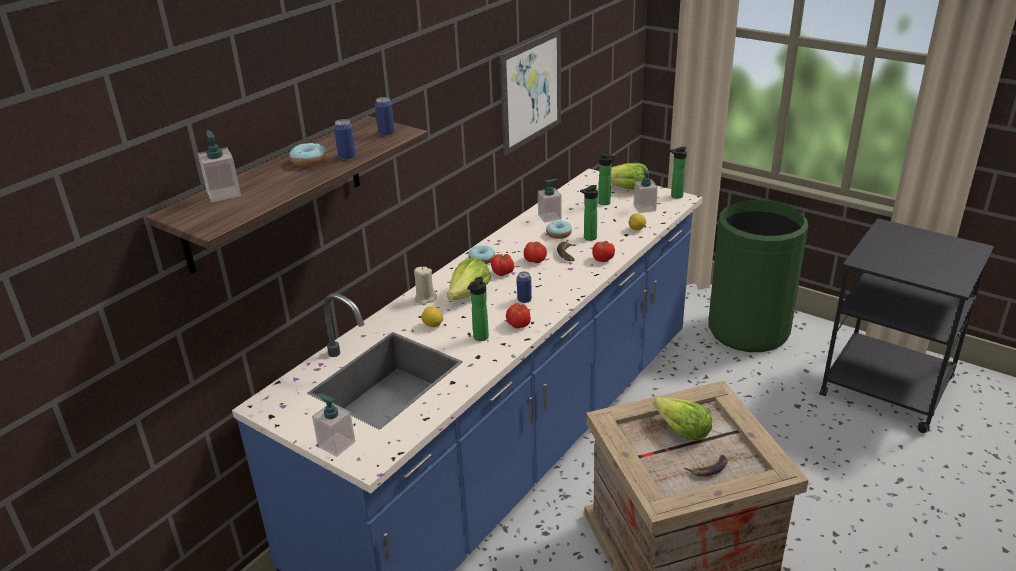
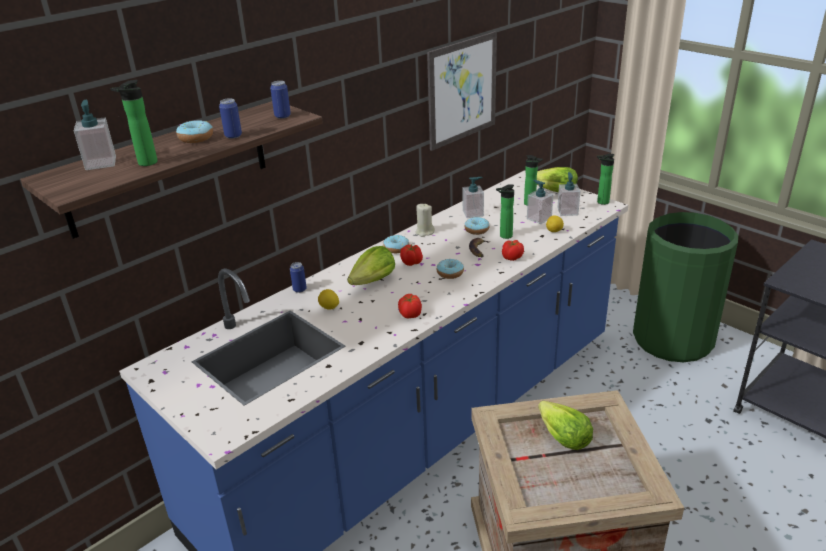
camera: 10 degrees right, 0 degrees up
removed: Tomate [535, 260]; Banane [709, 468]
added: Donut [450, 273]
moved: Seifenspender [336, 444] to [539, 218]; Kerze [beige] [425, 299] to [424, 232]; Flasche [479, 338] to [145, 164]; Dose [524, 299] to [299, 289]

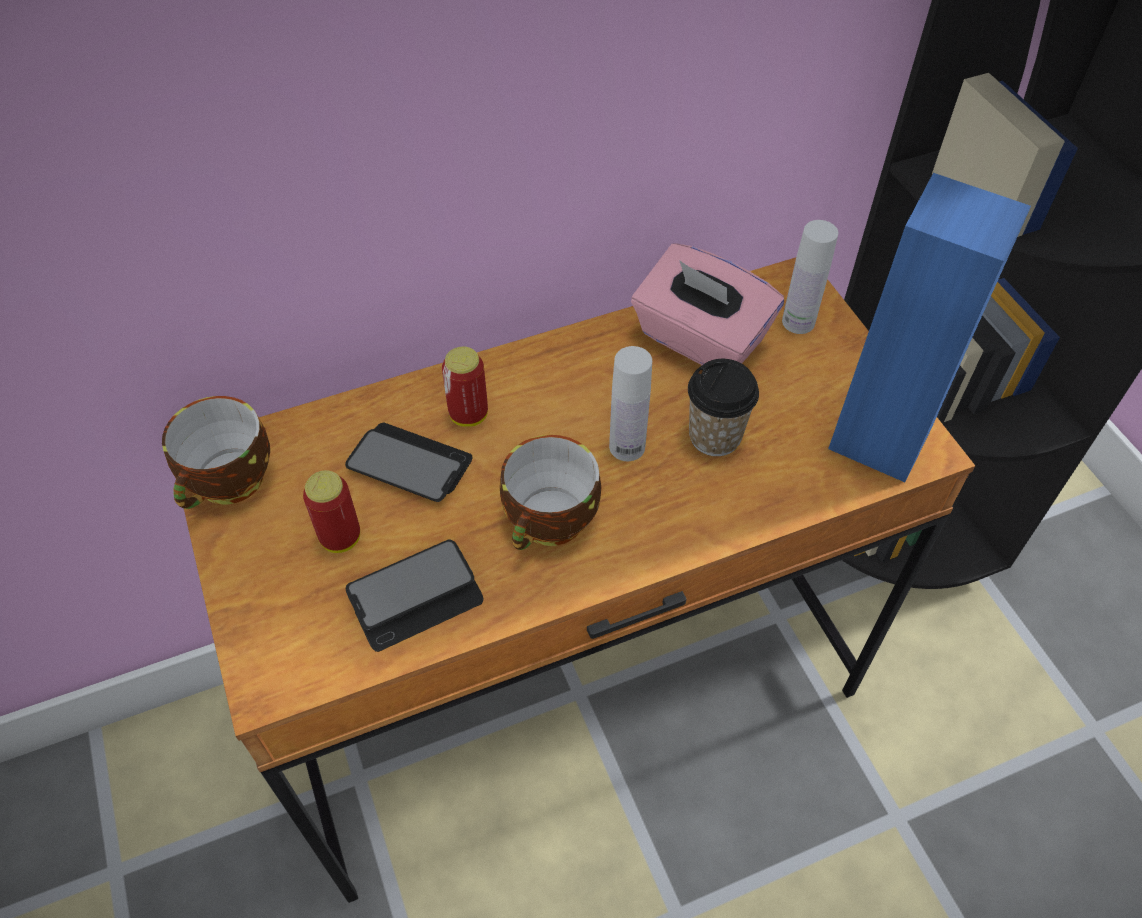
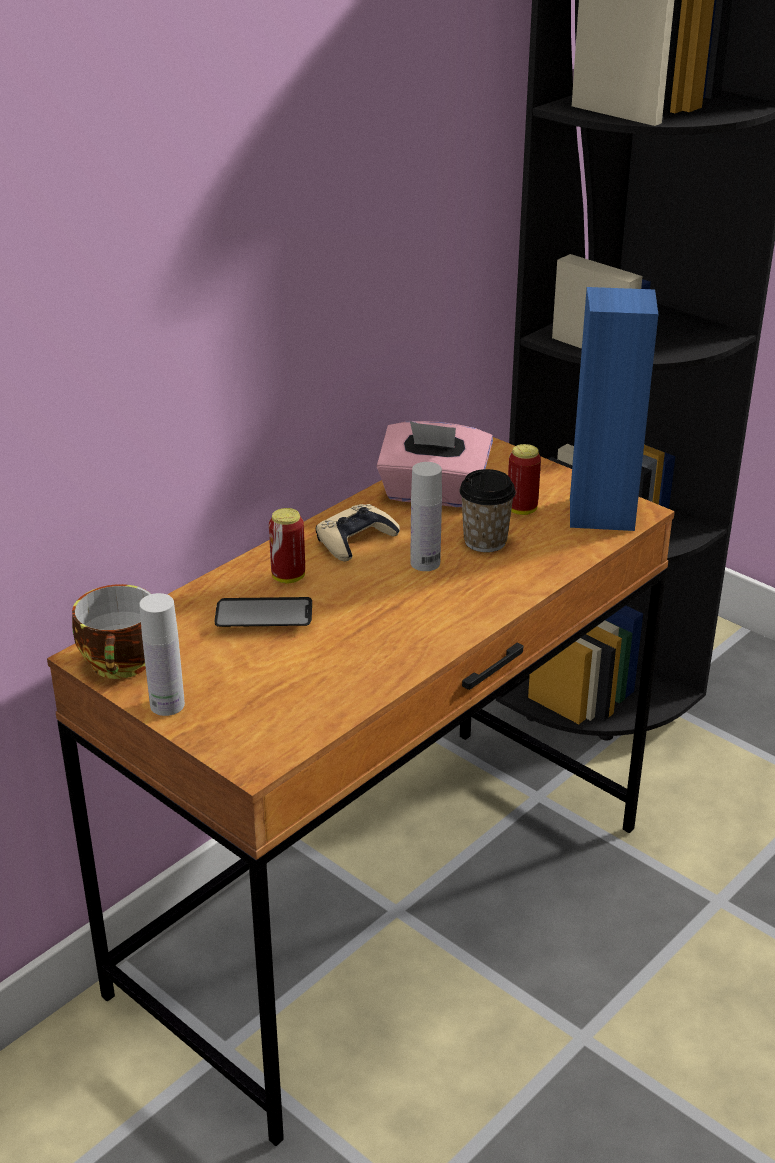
camera: 25 degrees left, 20 degrees down
removed: Handy [415, 596]; Tasse [551, 523]
added: Gamepad [beige] [355, 540]
moved: Dose [340, 537] to [521, 509]; Flasche [weiß] [798, 322] to [167, 705]

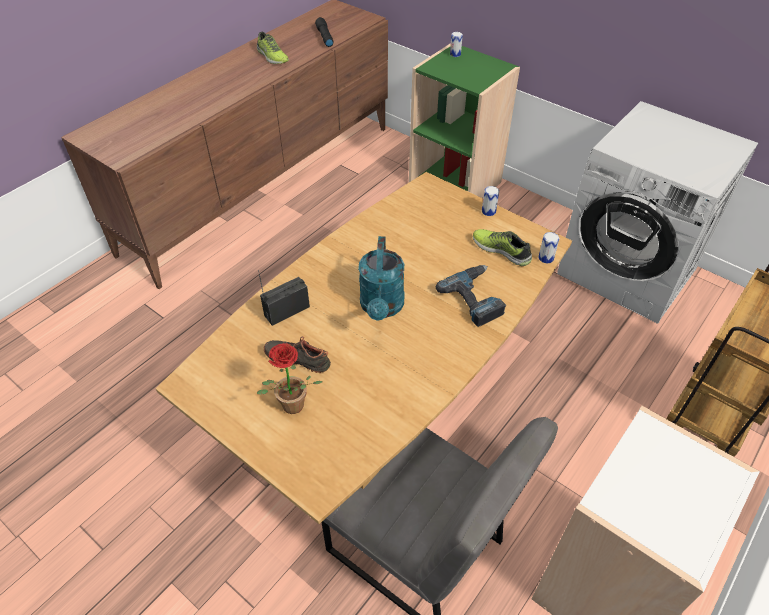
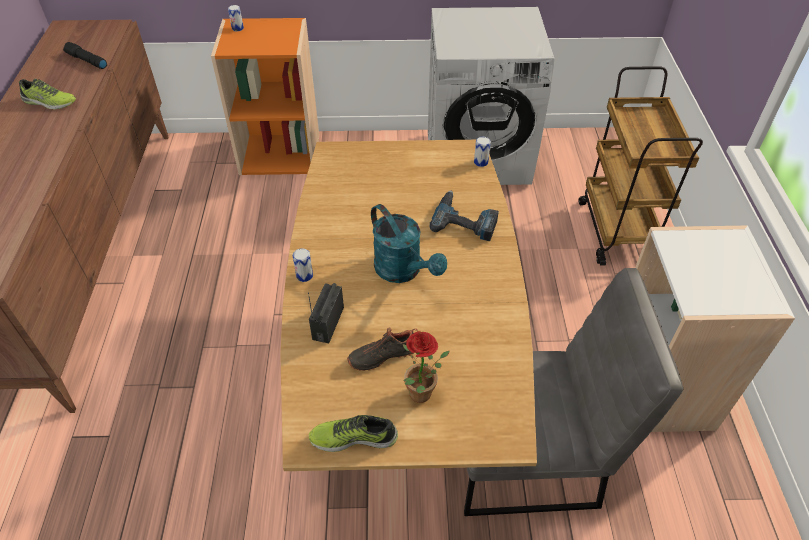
camera: 40 degrees left, 0 degrees up
moved: Schuh [501, 250] to [354, 437]; Dose [488, 211] to [304, 275]
recoloured: Bücherregal [grün] [456, 182] to Bücherregal [orange] [281, 153]

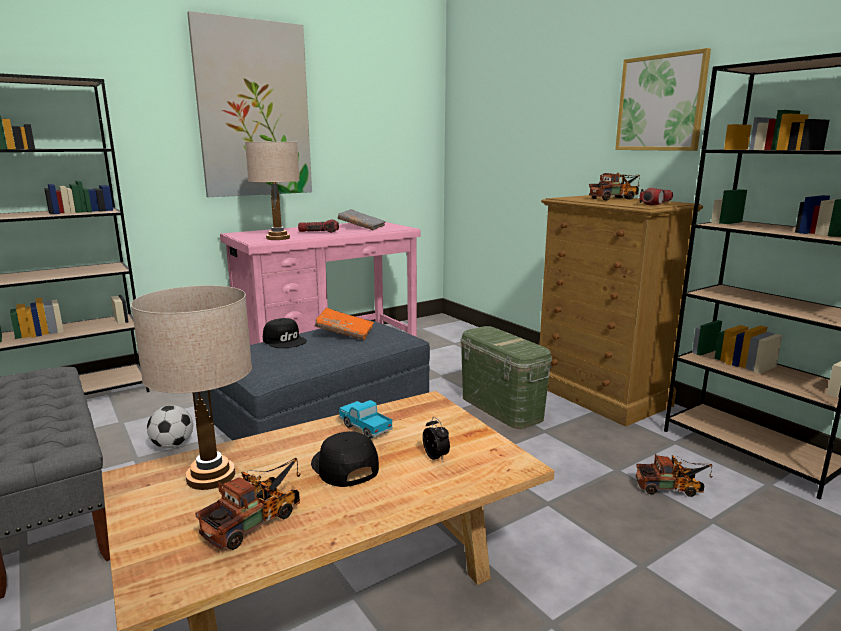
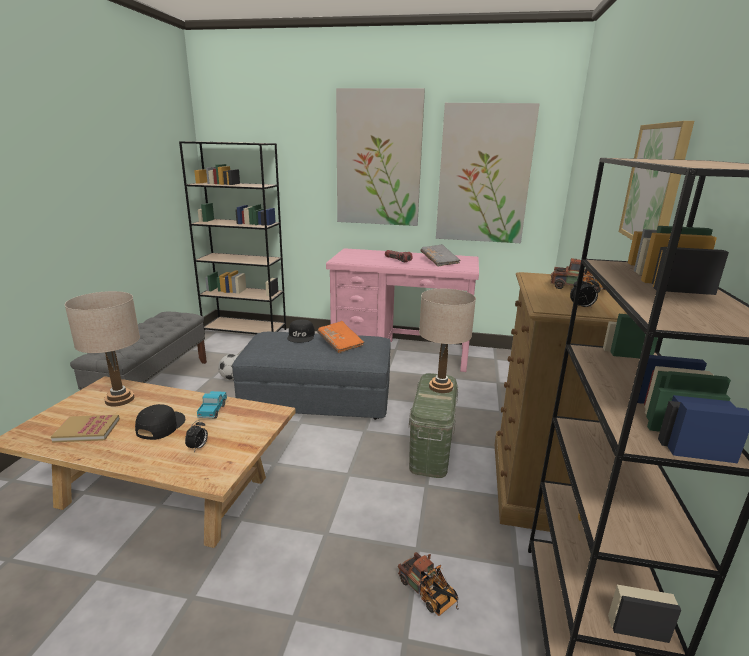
camera: 45 degrees right, 5 degrees up
added: Bild [484, 175]
moved: Tischlampe [beige] [278, 238] to [441, 387]
replaced: Spielzeuglaster [258, 520] to Buch [87, 430]; Taschenlampe [656, 204] to Wecker [581, 307]

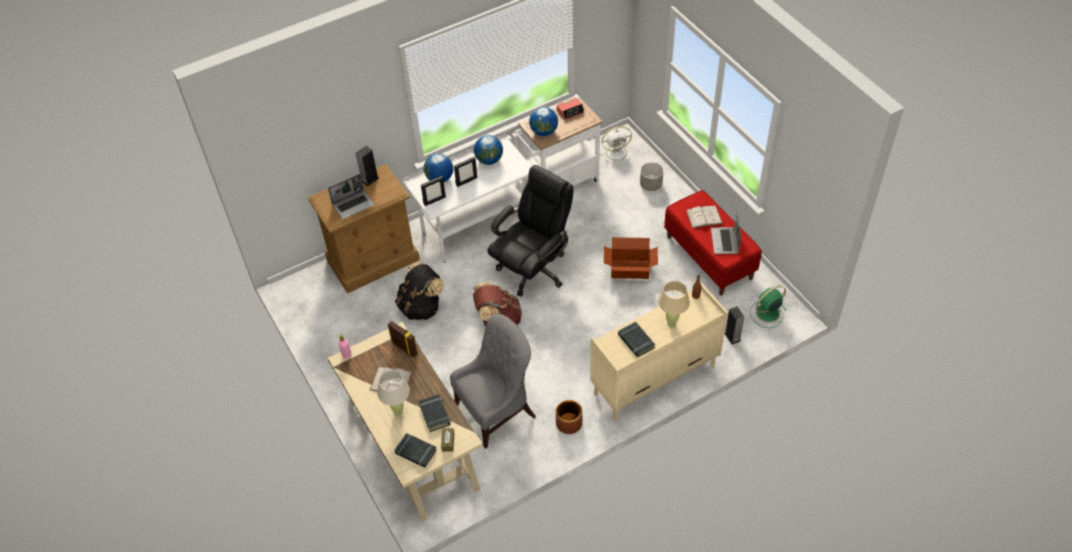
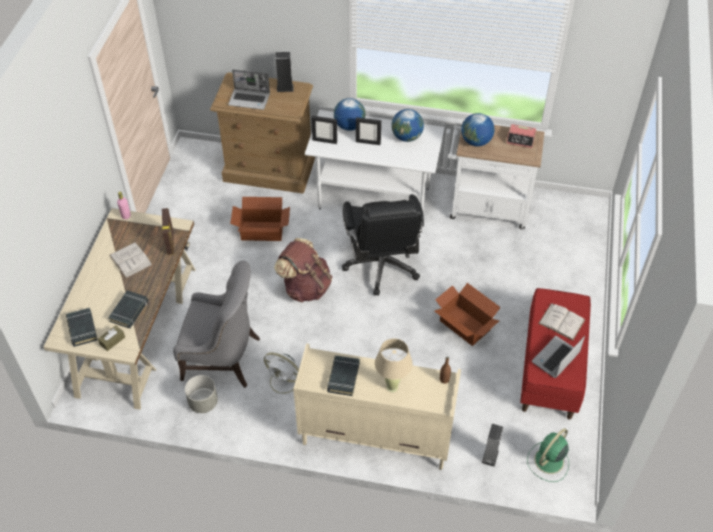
camera: 40 degrees right, 0 degrees up
removed: Tischlampe [beige] [398, 412]; Pflanzkübel [braun] [569, 423]
moved: Ventilator [weiß] [617, 152] to [285, 382]; Pflanzkübel [grau] [651, 185] to [203, 403]
replaced: Rucksack [schwarz] [421, 307] to Karton [262, 231]
turned: Bürostuhl [schwarz] [533, 269] = [382, 265] 90 degrees clockwise; Ventilator [grün] [766, 313] = [548, 461] 60 degrees counterclockwise

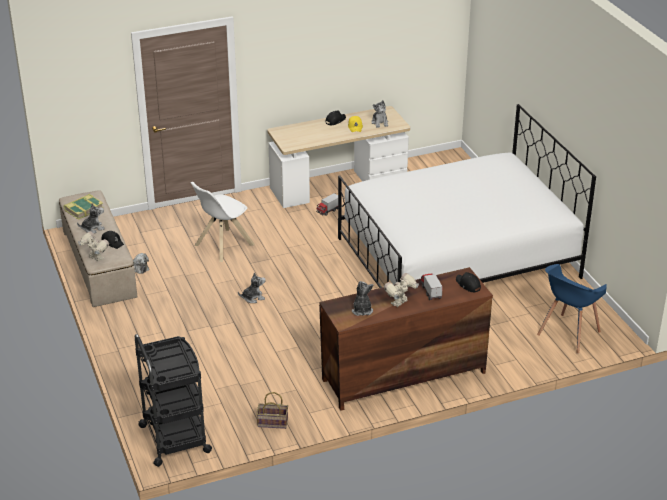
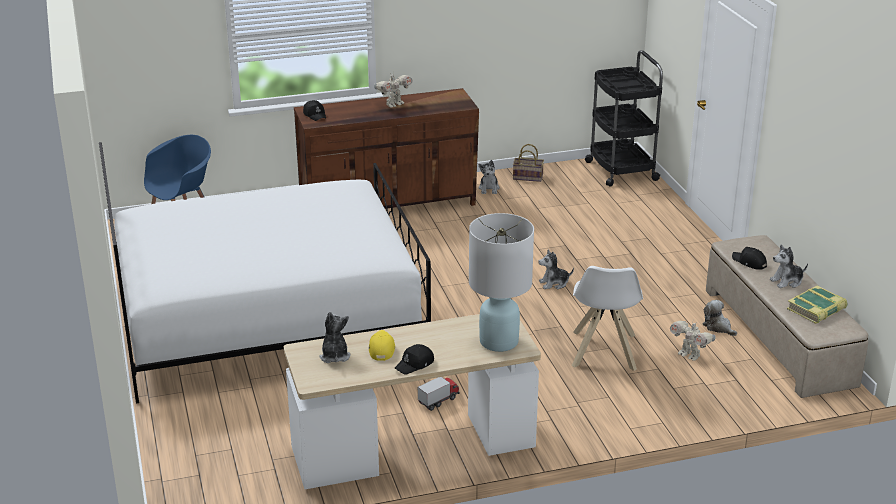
camera: 175 degrees left, 5 degrees down
removed: Spielzeuglaster [431, 292]
added: Tischlampe [weiß] [498, 341]
moved: Spielzeugroboter [95, 258] to [689, 355]; Plüschtier [362, 310] to [489, 189]
turned: Stuhl [weiß] [222, 246] = [603, 352] 135 degrees clockwise

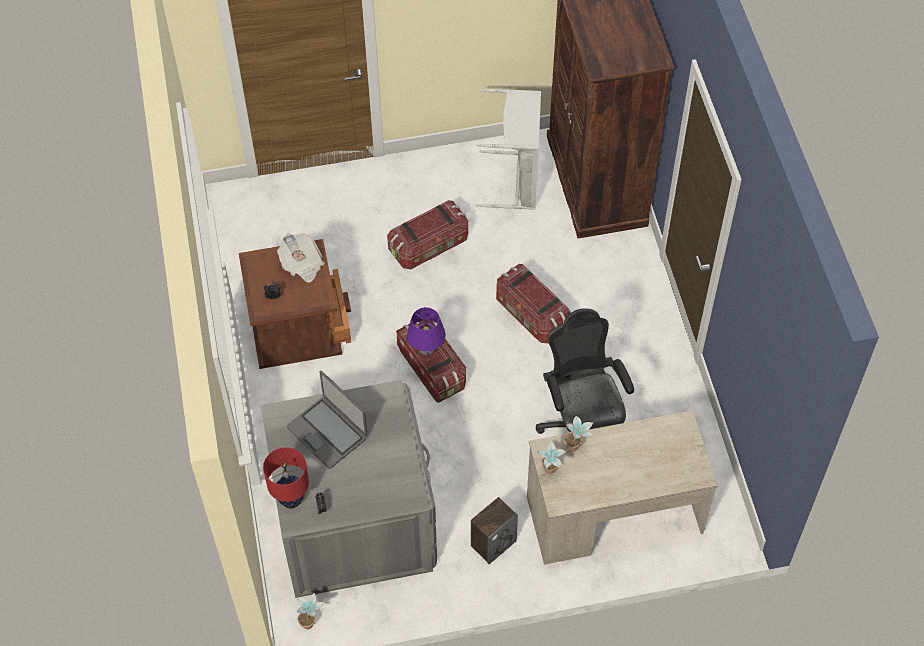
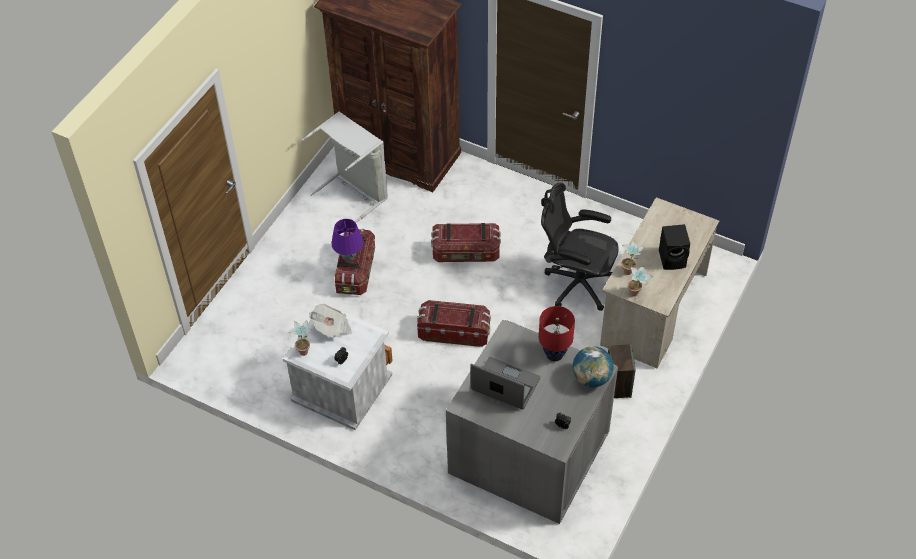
camera: 50 degrees left, 5 degrees down
added: Globus [591, 378]; Lautsprecher [schwarz] [673, 259]
moved: Tischlampe [rot] [291, 499] to [554, 354]; Topfpflanze [311, 622] to [304, 349]; Tischlampe [lila] [426, 350] to [349, 258]
recoloured: Nachttisch [braun] [300, 325] to Nachttisch [weiß] [343, 383]
turned: Laptop [328, 432] = [505, 385] 150 degrees counterclockwise

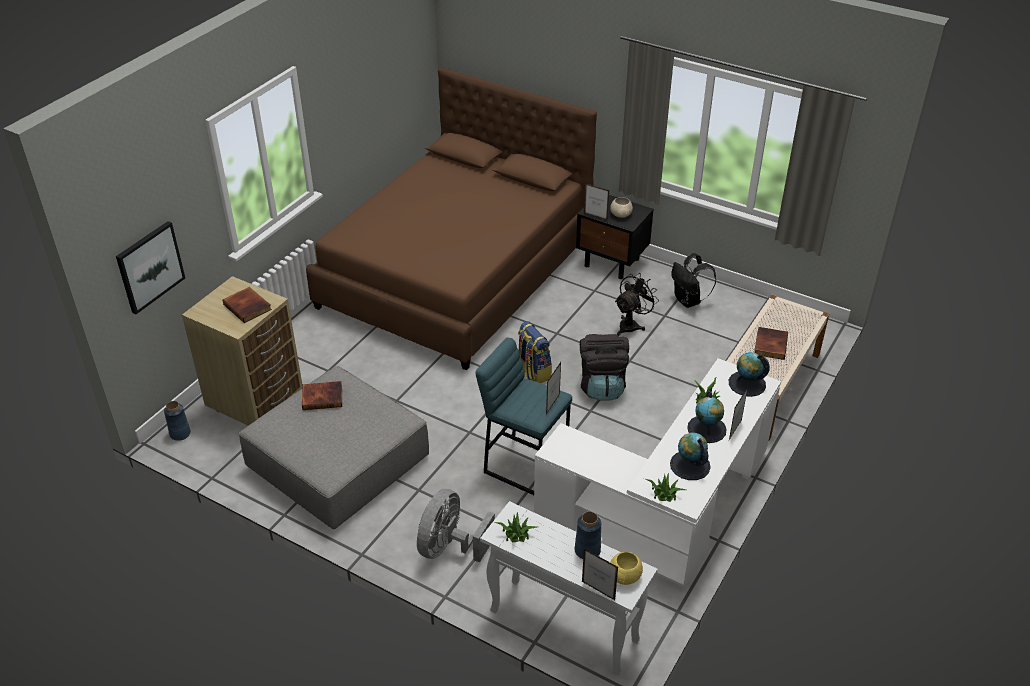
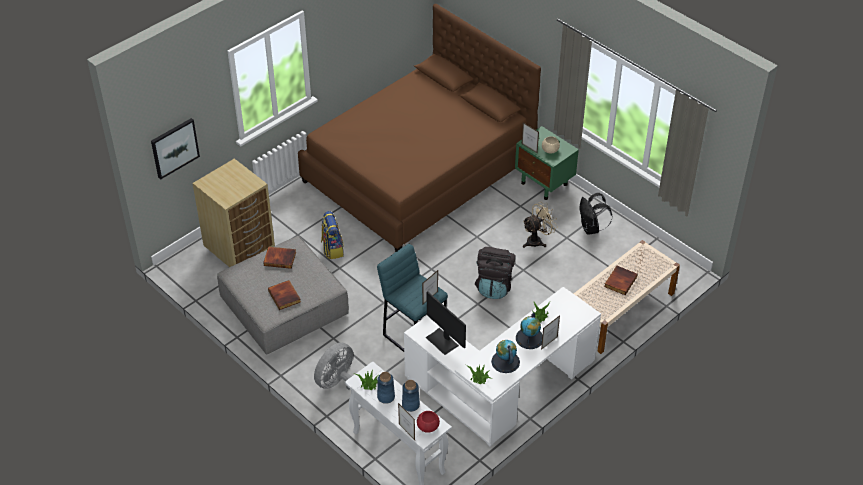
camera: 15 degrees right, 5 degrees up
removed: Globus [747, 384]
added: Monitor [442, 341]
moved: Vase [blau] [180, 433] to [386, 397]; Buch [248, 307] to [285, 296]; Rucksack [533, 372] to [332, 249]
recoloured: Nachttisch [schwarz] [612, 262] to Nachttisch [grün] [544, 184]; Schüssel [gelb] [625, 576] to Schüssel [rot] [428, 426]; Ventilator [schwarz] [631, 325] to Ventilator [beige] [537, 240]

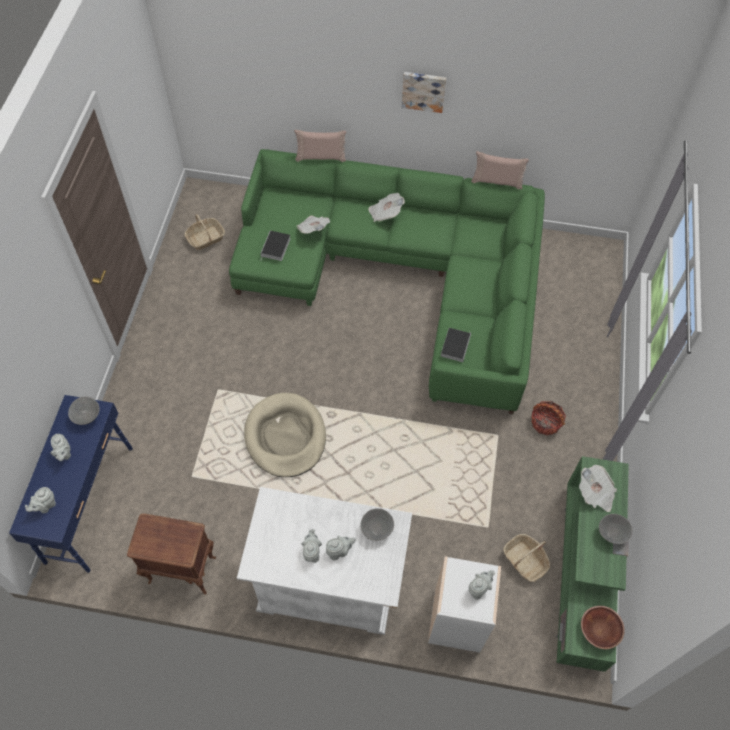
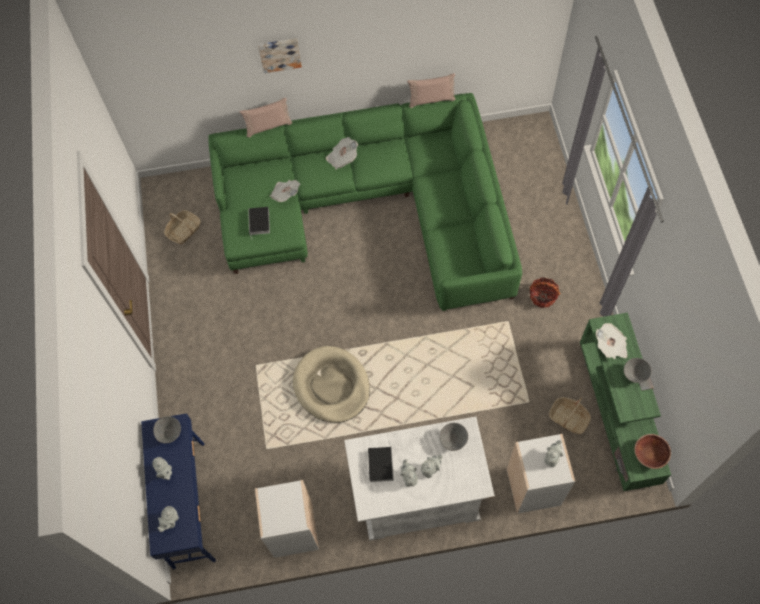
camera: 15 degrees left, 5 degrees up
moved: Bild [423, 90] to [279, 54]; Buch [455, 345] to [380, 464]
replaced: Nachttisch [braun] [181, 570] to Bücherregal [293, 530]

